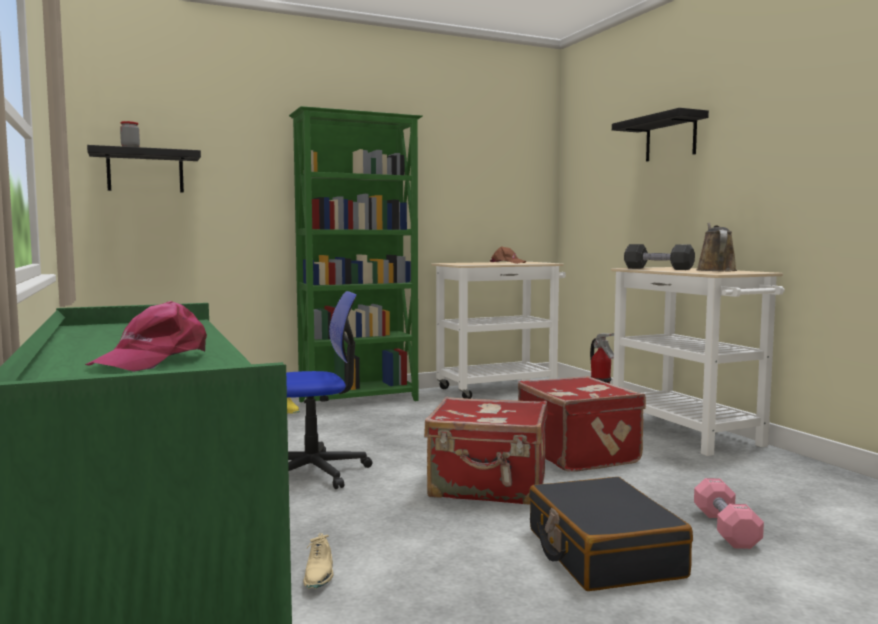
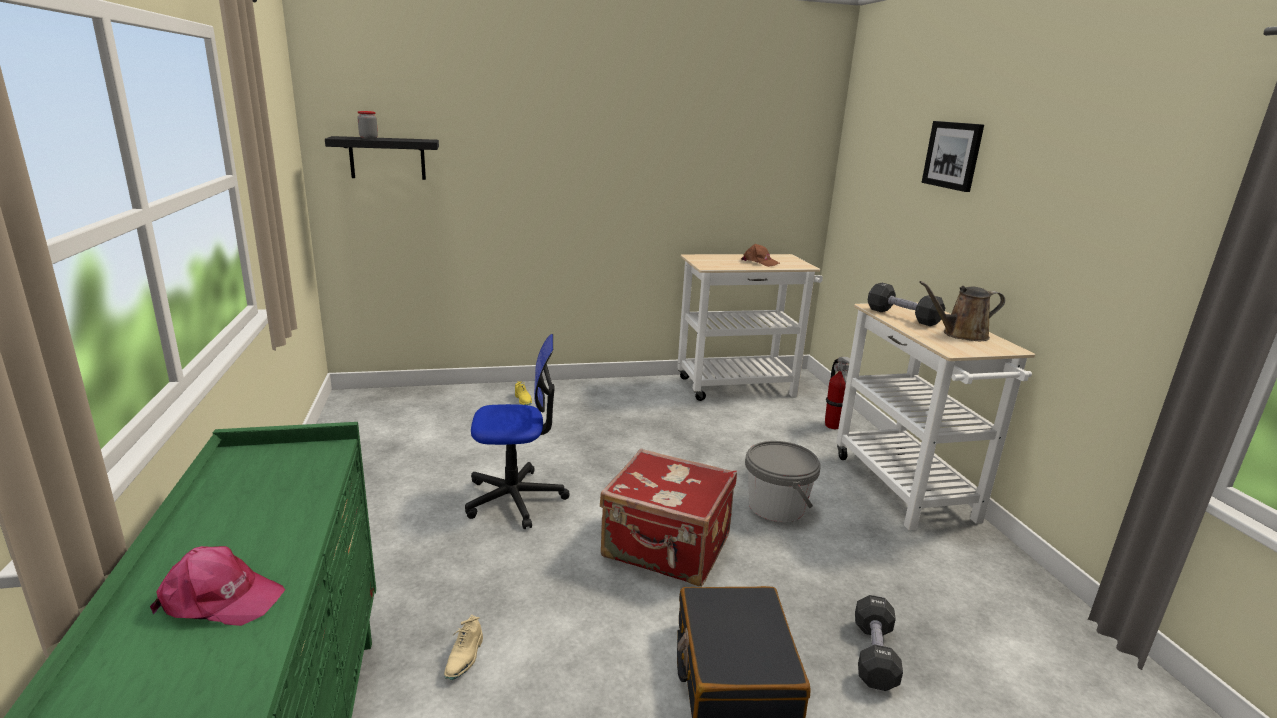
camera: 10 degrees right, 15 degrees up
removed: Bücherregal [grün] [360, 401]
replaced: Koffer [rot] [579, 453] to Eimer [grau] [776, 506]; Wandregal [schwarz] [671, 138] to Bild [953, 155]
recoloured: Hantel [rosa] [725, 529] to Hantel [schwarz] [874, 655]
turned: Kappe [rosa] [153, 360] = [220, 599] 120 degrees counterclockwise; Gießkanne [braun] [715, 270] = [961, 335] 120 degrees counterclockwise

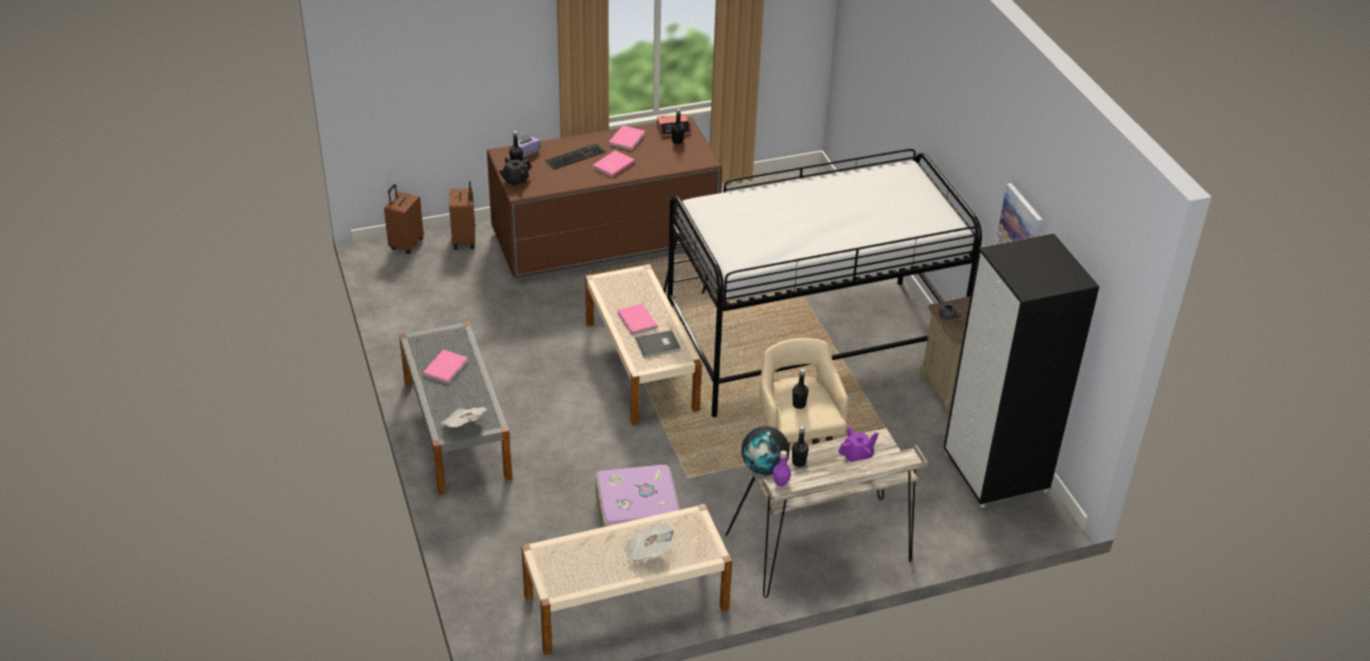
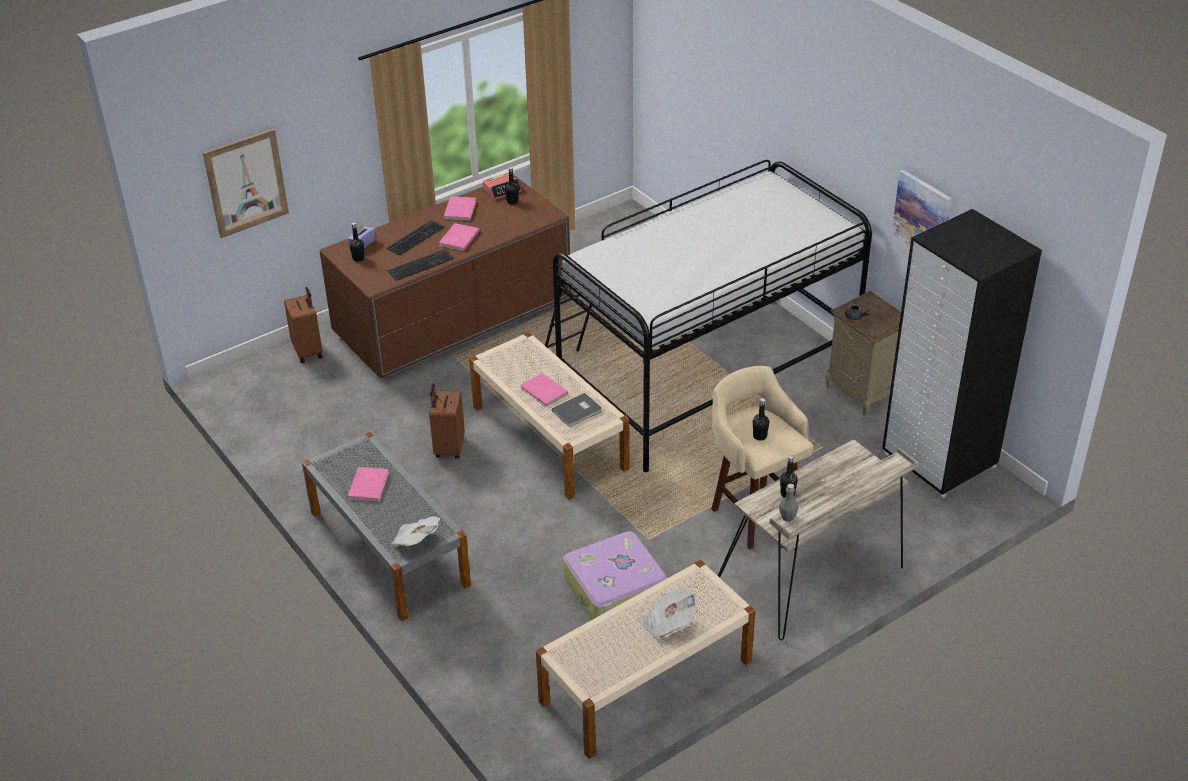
camera: 15 degrees left, 0 degrees up
removed: Teekanne [schwarz] [515, 180]; Globus [764, 467]; Teekanne [lila] [857, 456]
added: Bild [246, 183]; Tastatur [421, 264]
moved: Koffer [braun] [405, 244] to [448, 448]
recoloured: Flasche [lila] [781, 482] to Flasche [grau] [787, 517]

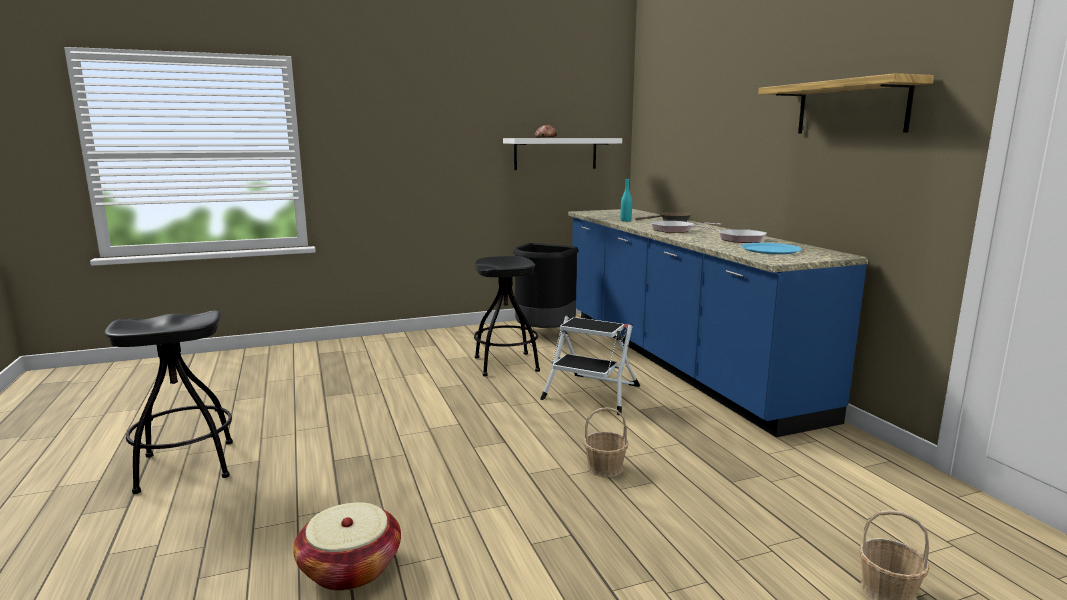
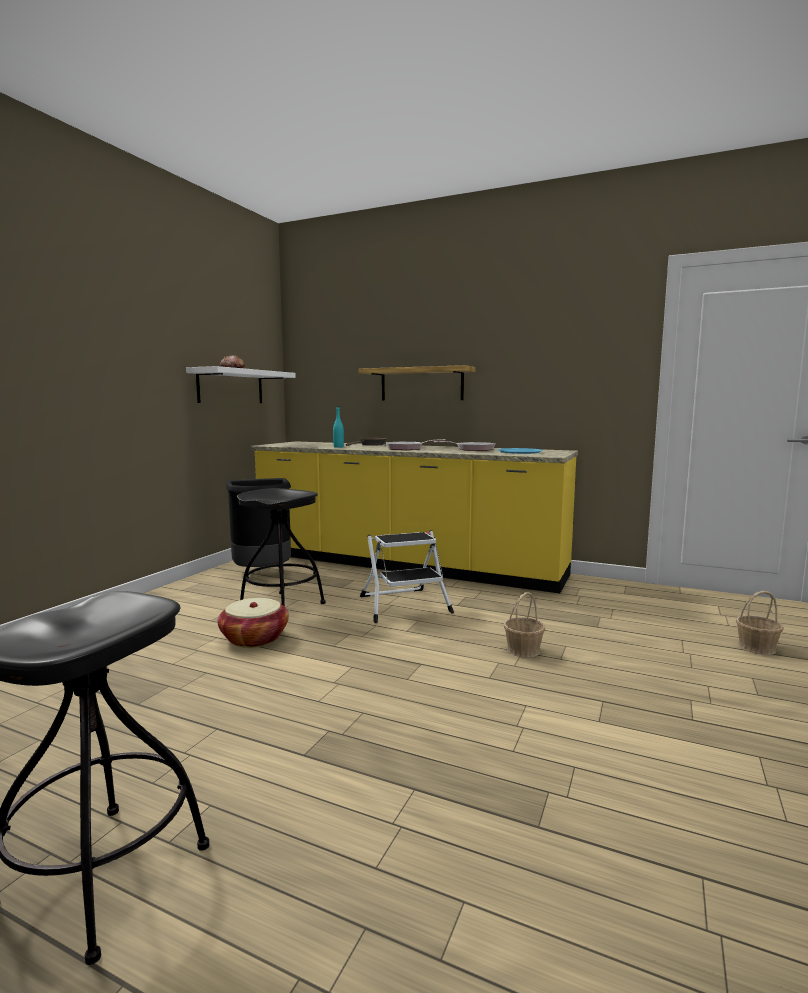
camera: 45 degrees left, 5 degrees down
moved: Korb [350, 568] to [254, 638]; Wandregal [851, 108] to [421, 384]
recoloured: Küchenzeile [blau] [675, 359] to Küchenzeile [gelb] [405, 565]

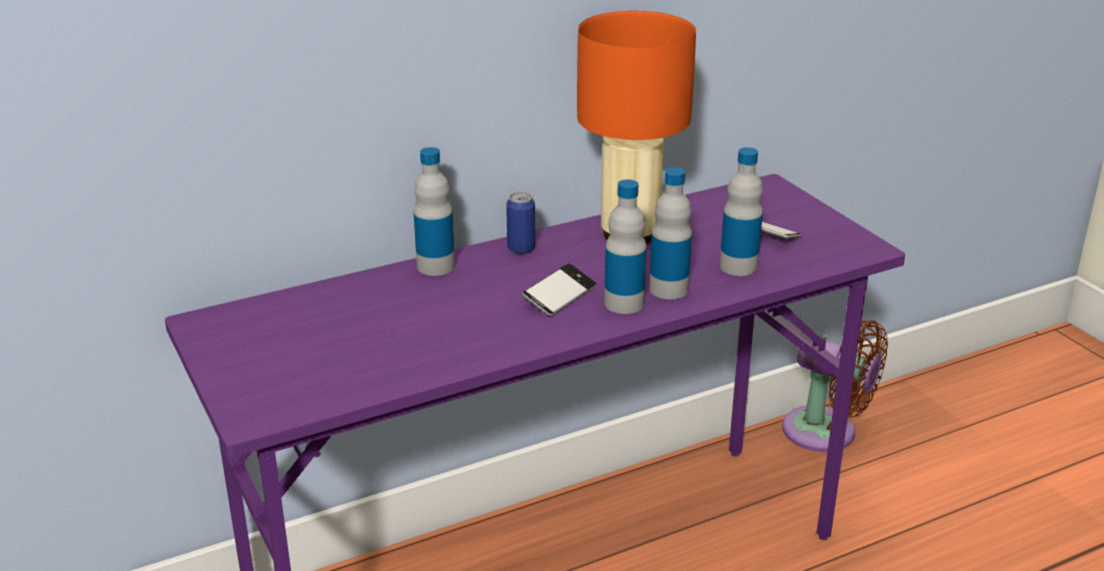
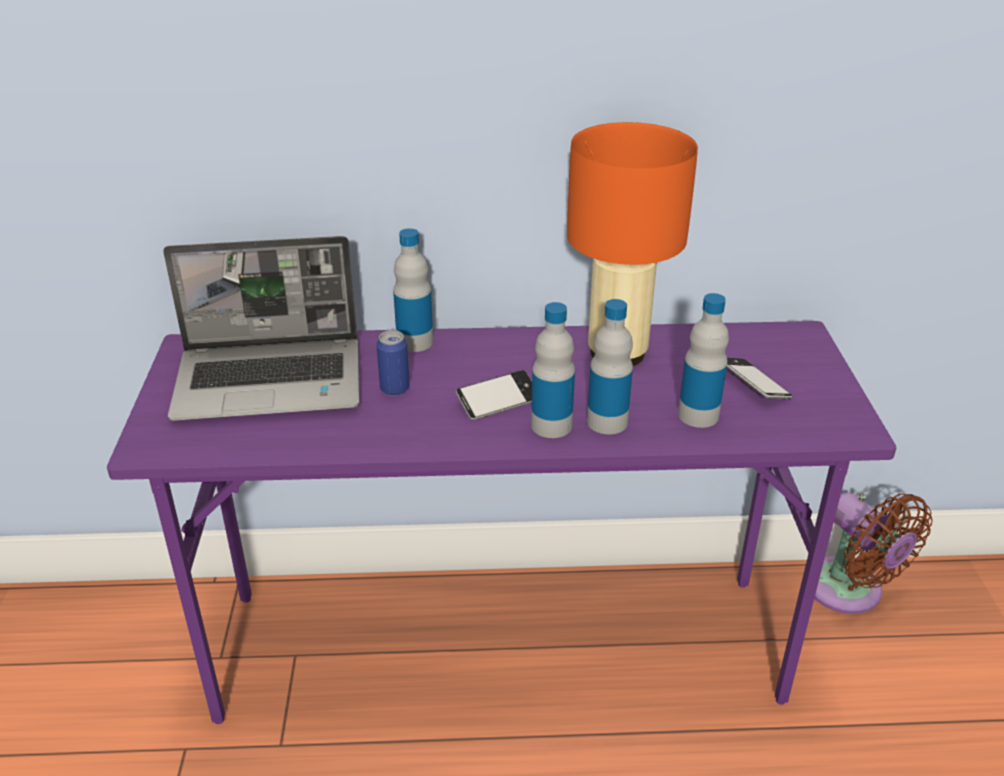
camera: 25 degrees right, 5 degrees up
added: Laptop [272, 381]
moved: Dose [521, 249] to [395, 389]

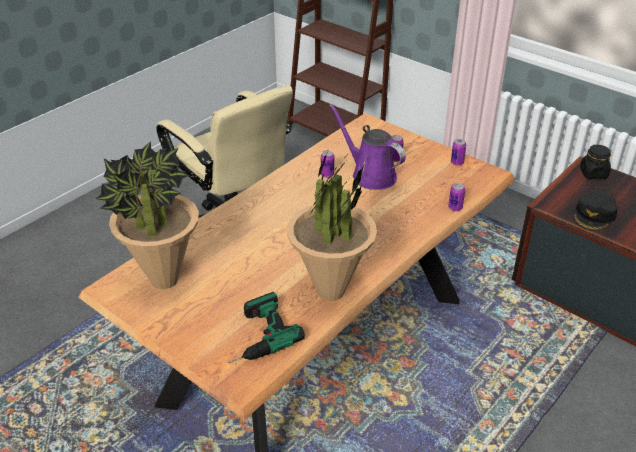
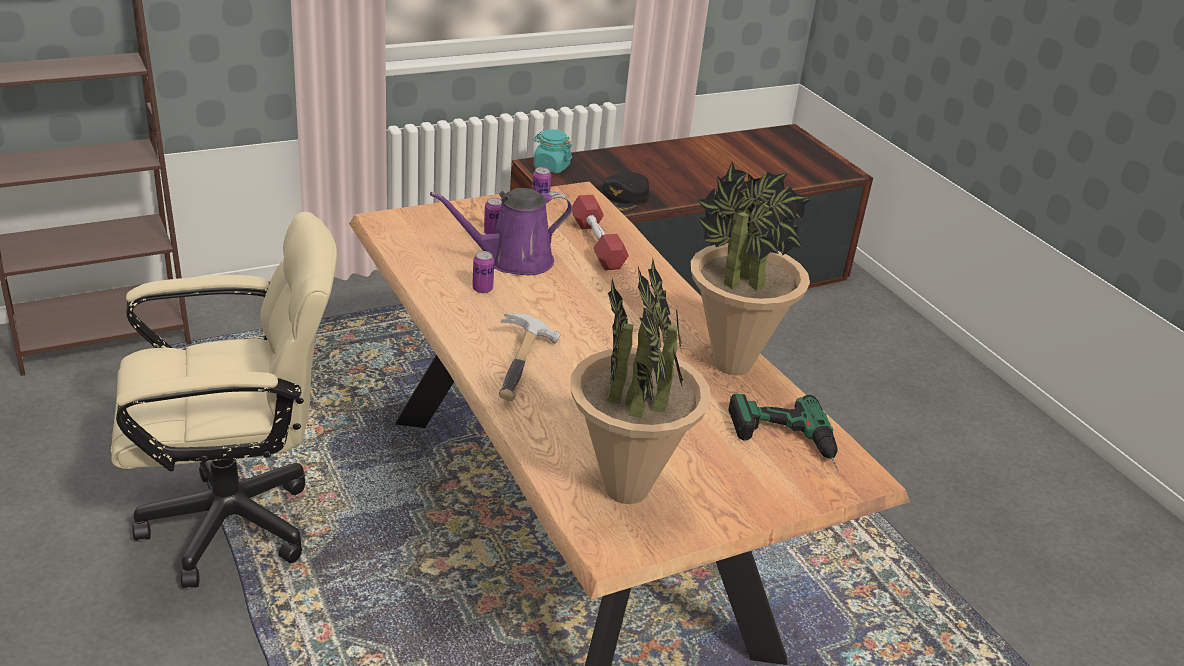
camera: 70 degrees left, 5 degrees down
removed: Dose [455, 208]
added: Hammer [526, 366]; Hantel [rot] [597, 244]
recoloured: Vorratsglas [schwarz] [593, 173] to Vorratsglas [türkis] [551, 167]
turned: Kappe [schwarz] [594, 216] = [623, 198] 60 degrees clockwise

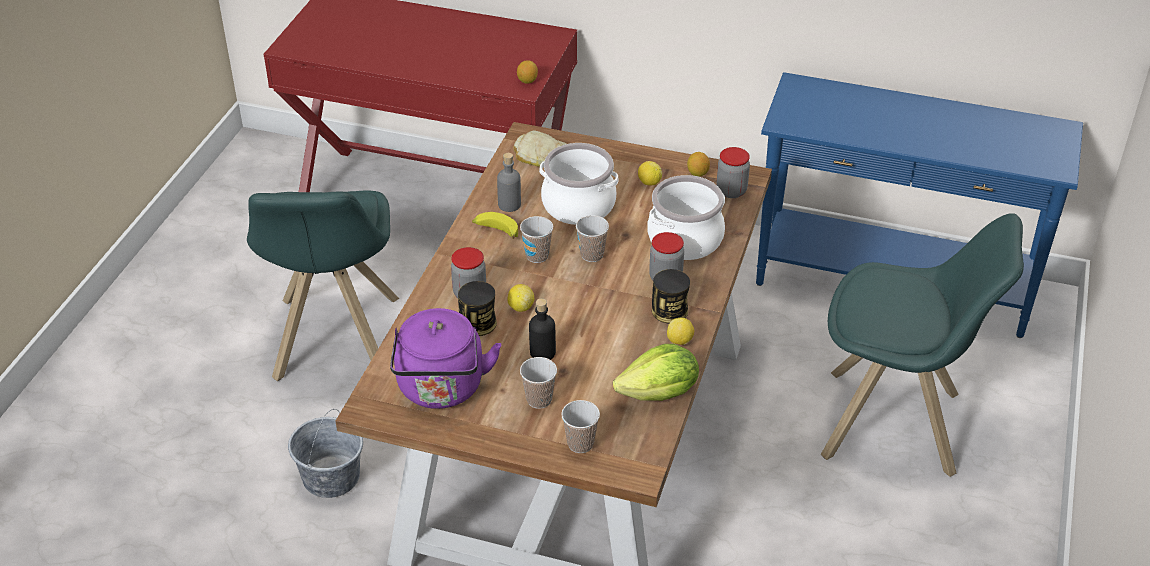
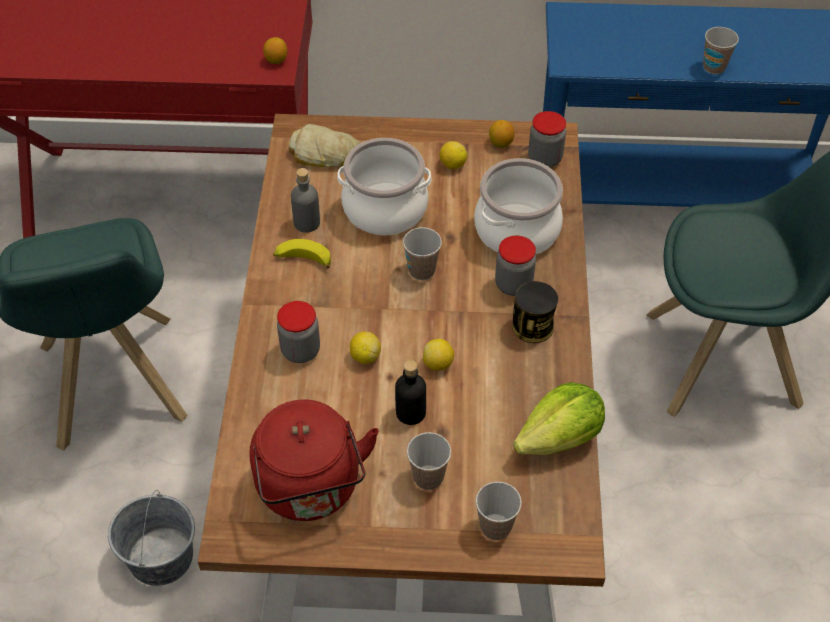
camera: 15 degrees left, 10 degrees up
removed: Dose [478, 323]
moved: Tasse [537, 256] to [714, 67]; Zitrone [680, 341] to [438, 364]
recoloured: Wasserkessel [lila] [441, 390] to Wasserkessel [rot] [311, 490]

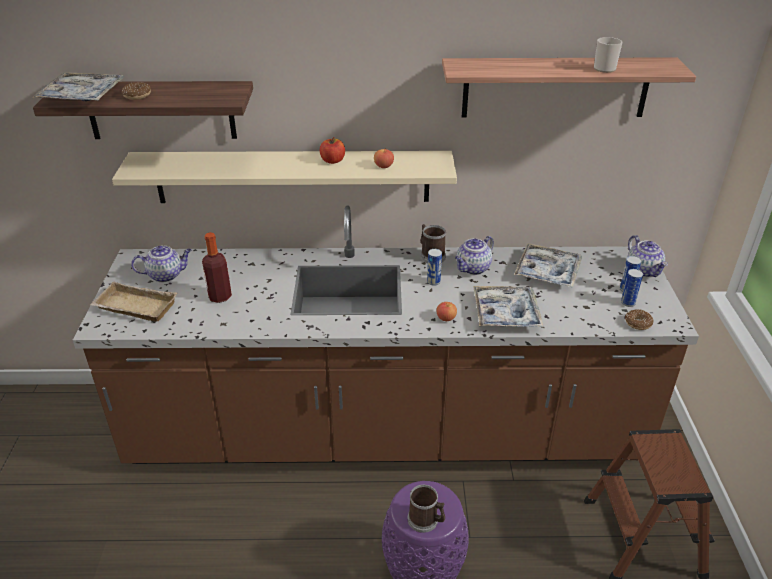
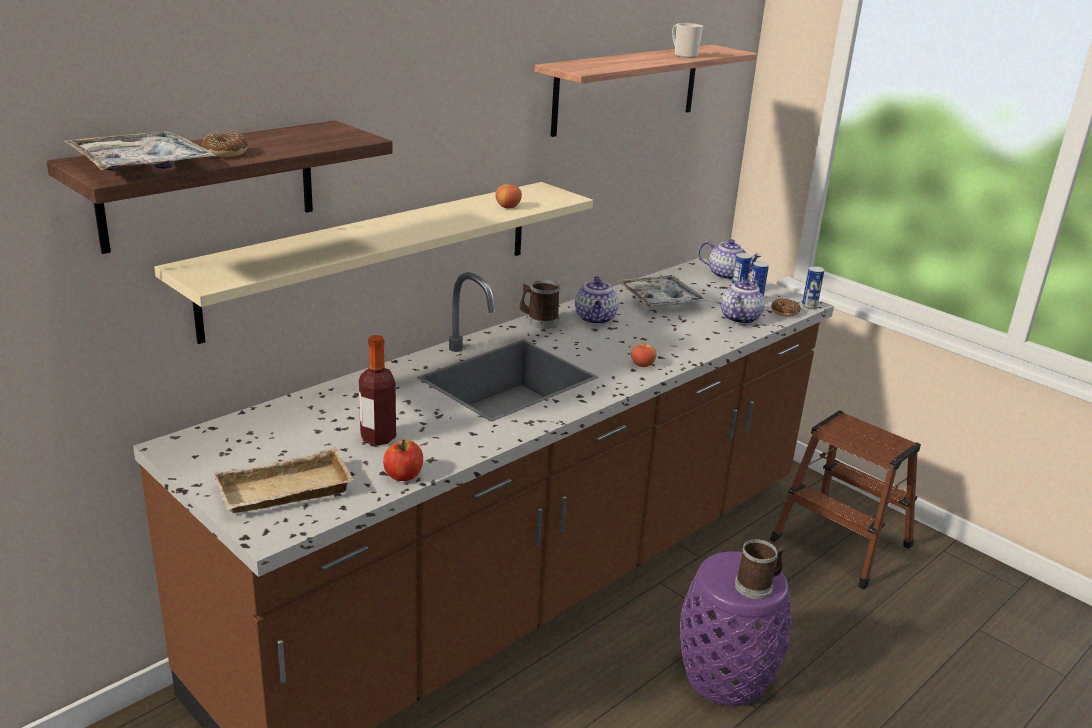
camera: 45 degrees left, 10 degrees down
removed: Tablett [506, 313]
moved: Teekanne [166, 275] to [739, 318]; Apfel [332, 161] to [403, 475]; Dose [433, 282] to [809, 306]

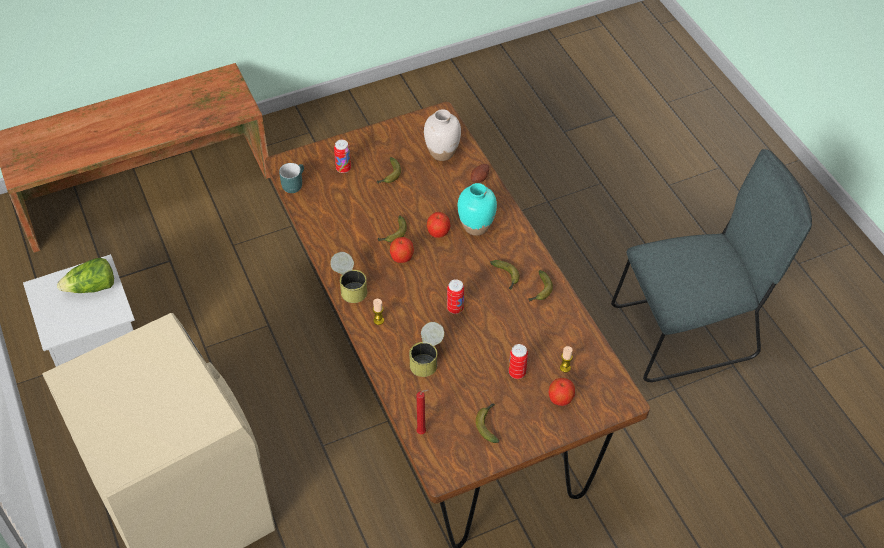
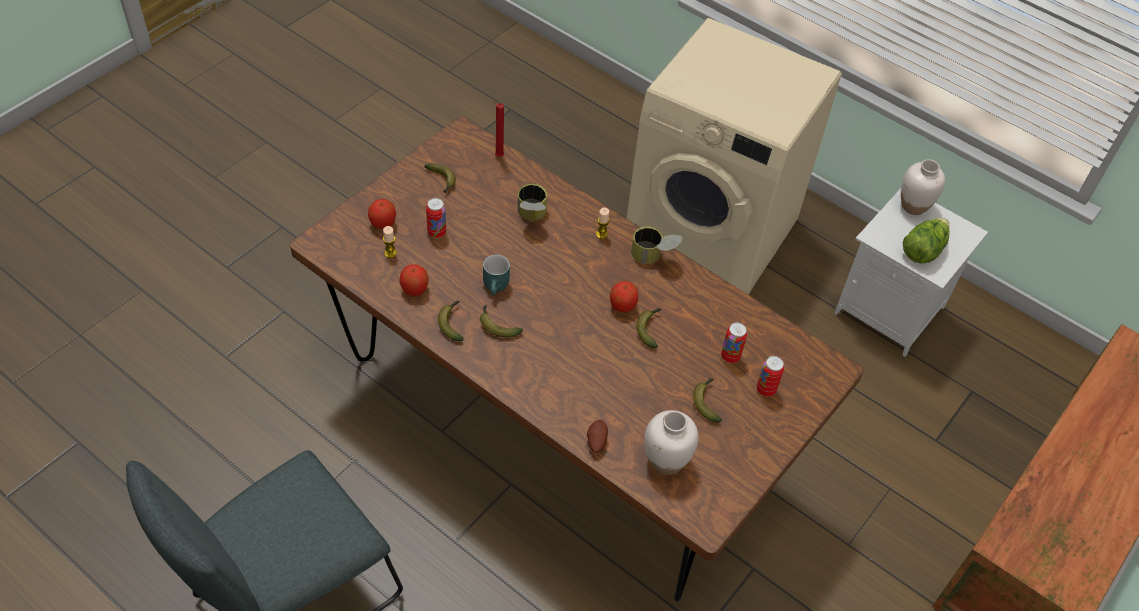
camera: 150 degrees right, 0 degrees up
removed: Vase [türkis] [476, 226]
added: Vase [weiß] [913, 206]
moved: Henkelbecher [türkis] [293, 183] to [497, 287]; Apfel [438, 232] to [414, 289]; Dose [455, 308] to [730, 356]

